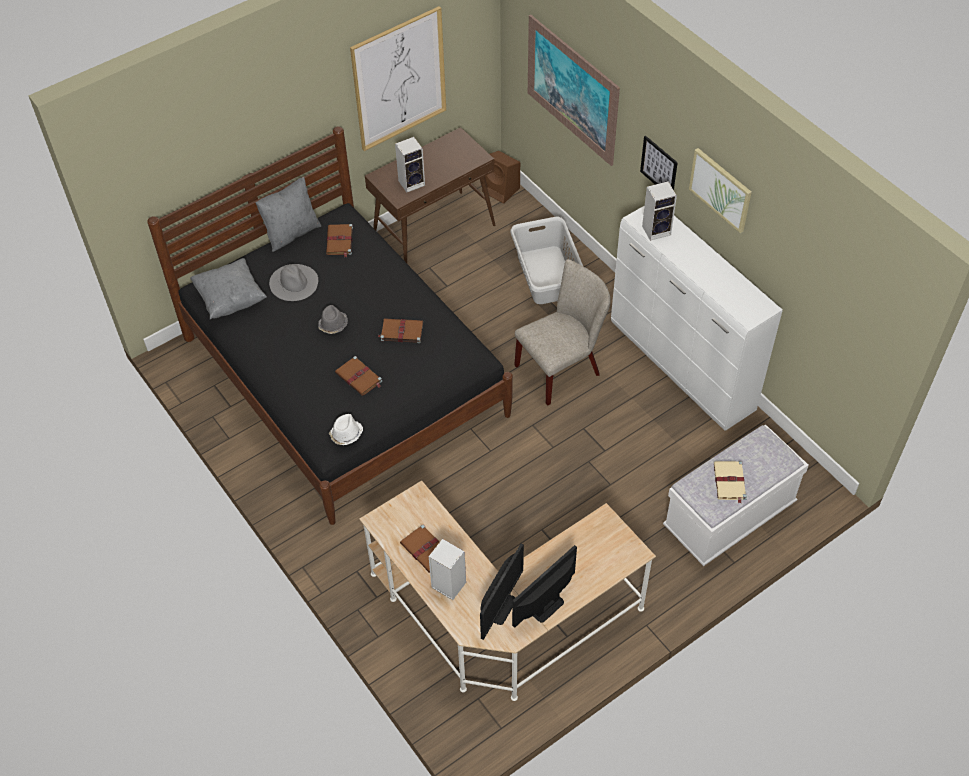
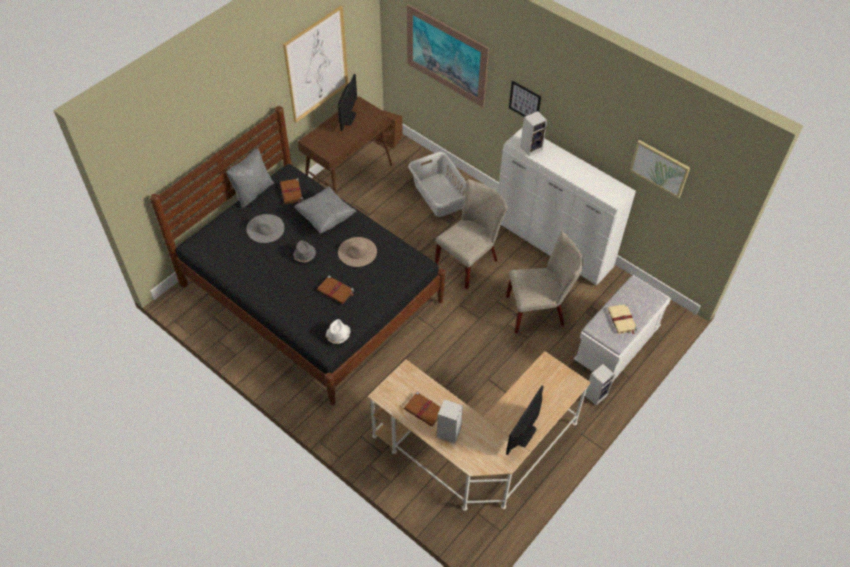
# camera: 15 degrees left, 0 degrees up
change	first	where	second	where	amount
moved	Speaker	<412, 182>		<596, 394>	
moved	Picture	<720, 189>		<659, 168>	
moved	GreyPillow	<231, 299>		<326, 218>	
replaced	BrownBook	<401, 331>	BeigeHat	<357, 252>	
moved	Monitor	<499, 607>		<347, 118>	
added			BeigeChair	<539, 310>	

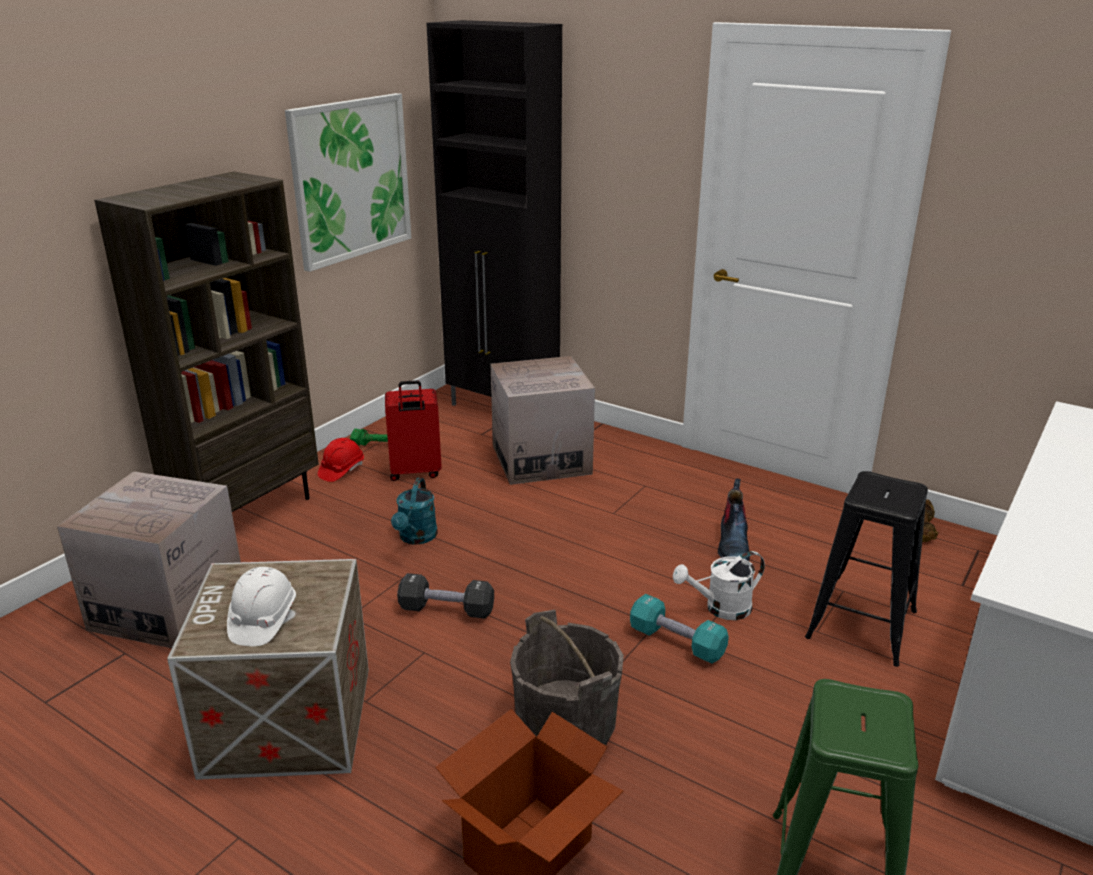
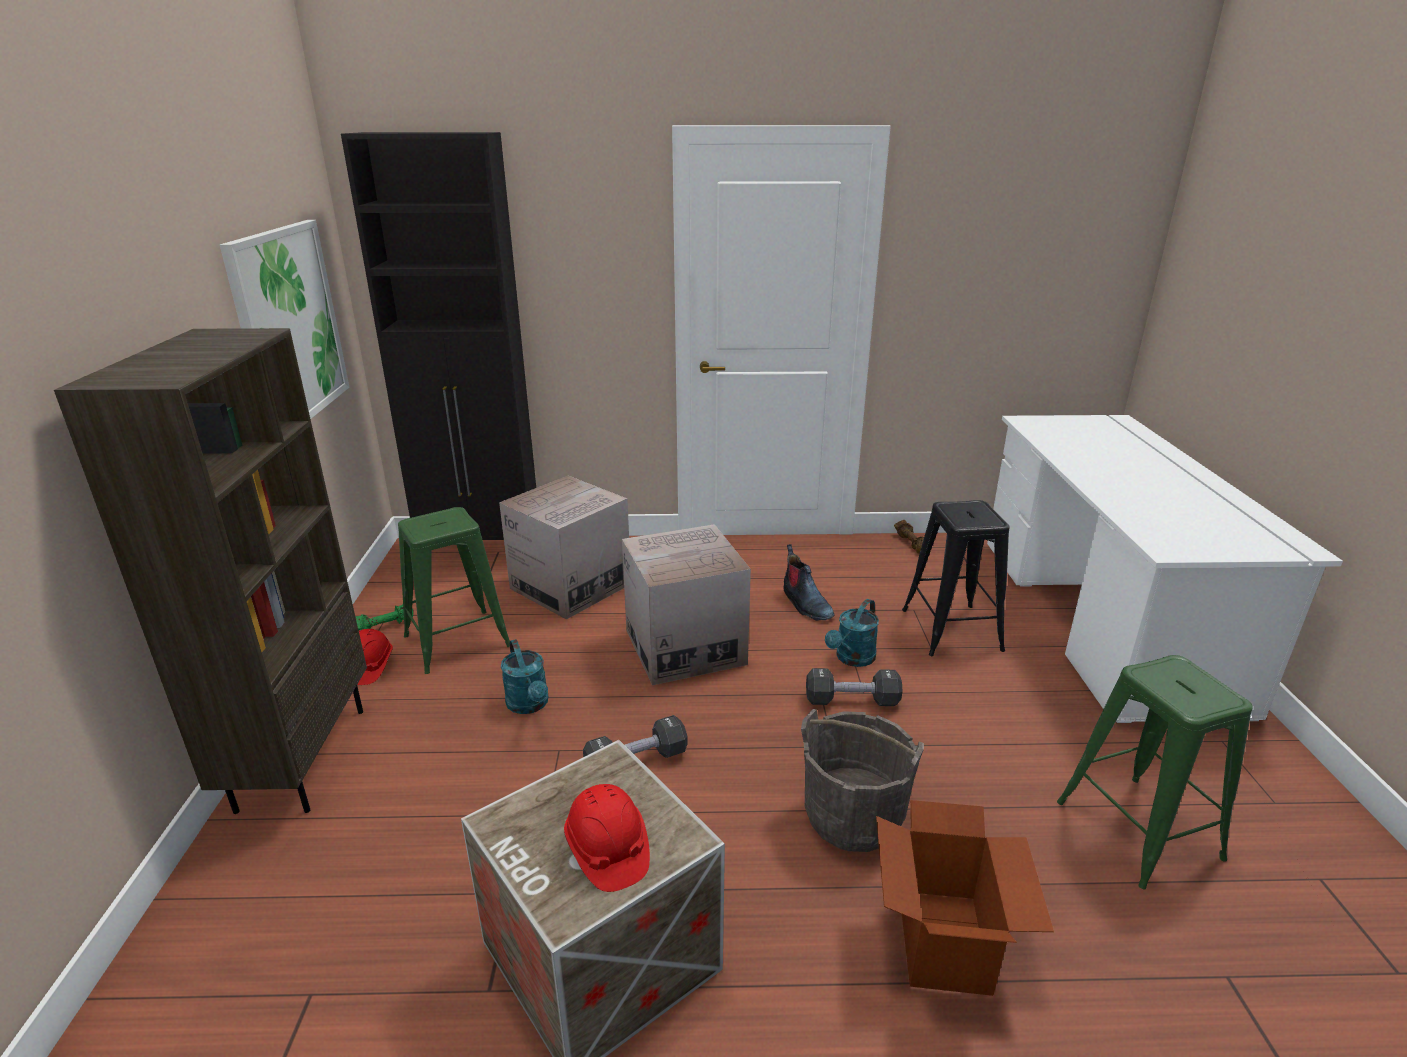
# camera: 35 degrees left, 0 degrees up
change	first	where	second	where	amount
replaced	RedSuitcase	<415, 473>	GreenStool	<457, 641>	
moved	CardboardBox	<168, 607>		<685, 647>	
recoloured	WhiteWateringCan	<720, 609>	TurquoiseWateringCan	<852, 659>	
recoloured	WhiteHardHat	<263, 620>	RedHardHat	<607, 850>	
recoloured	TurquoiseDumbbell	<677, 642>	BlackDumbbell	<852, 700>	

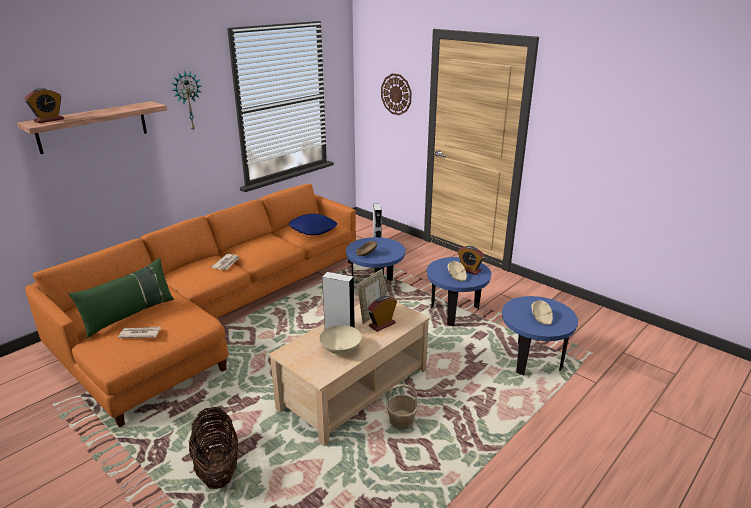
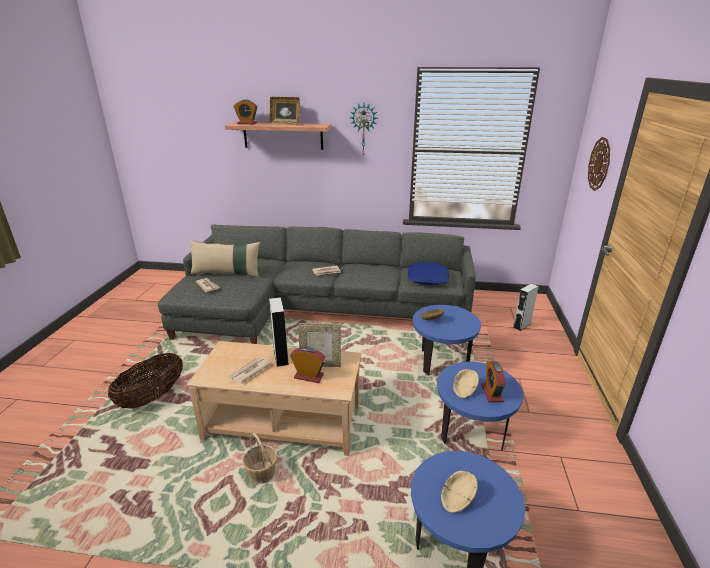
# camera: 55 degrees right, 0 degrees up
change	first	where	second	where	amount
recoloured	OrangeSofa	<213, 313>	GreySofa	<313, 308>	
recoloured	GreenPillow	<129, 315>	BeigePillow	<227, 273>	
replaced	BeigeBowl	<341, 350>	Newspaper	<249, 371>	
added			PictureFrame	<285, 123>	

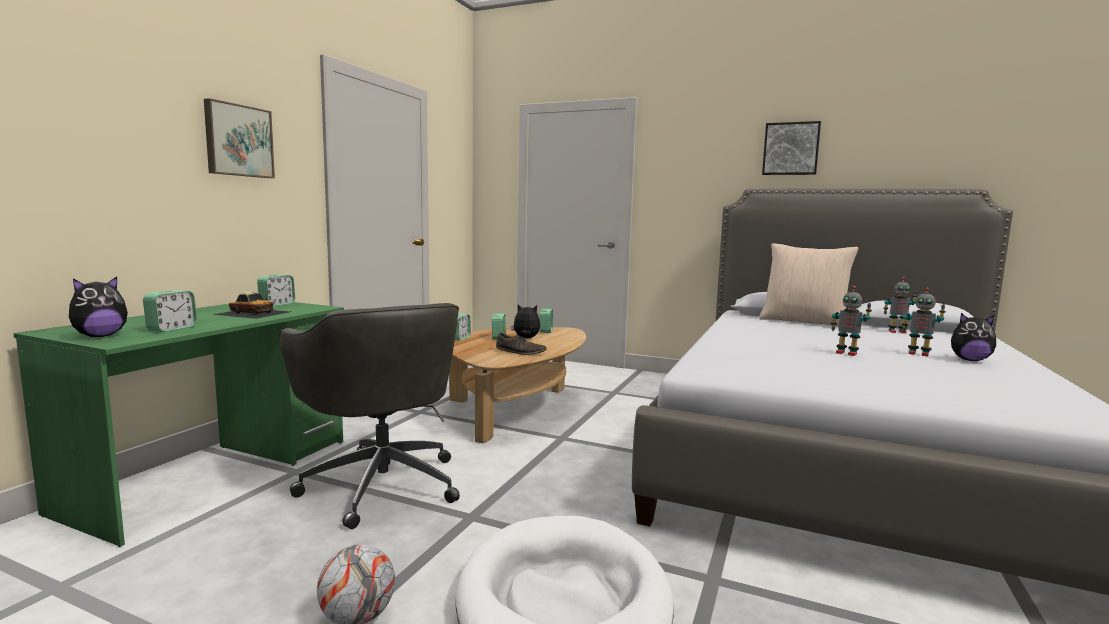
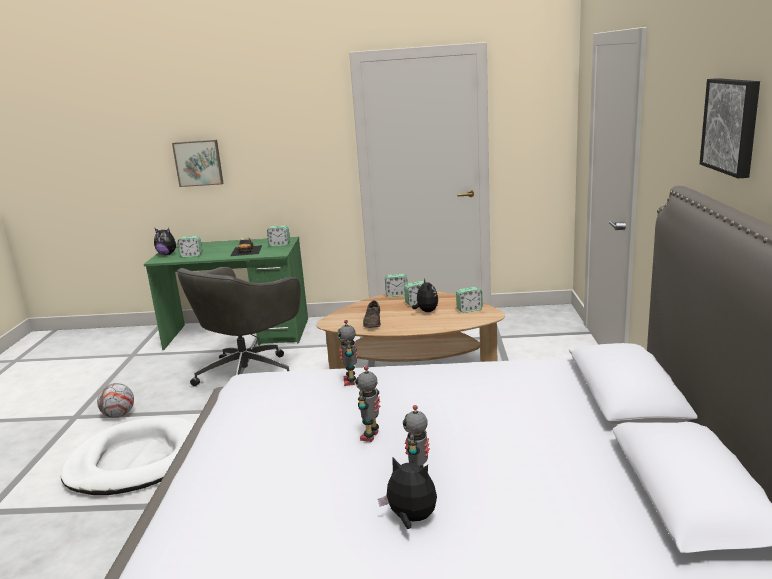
# camera: 70 degrees right, 10 degrees up
change	first	where	second	where	amount
moved	Picture	<238, 141>		<198, 163>	
removed	BeigePillow	<804, 321>			
moved	ToyRobot	<896, 332>		<350, 381>	
turned	PlushToy	<969, 360>		<411, 519>	120 degrees clockwise

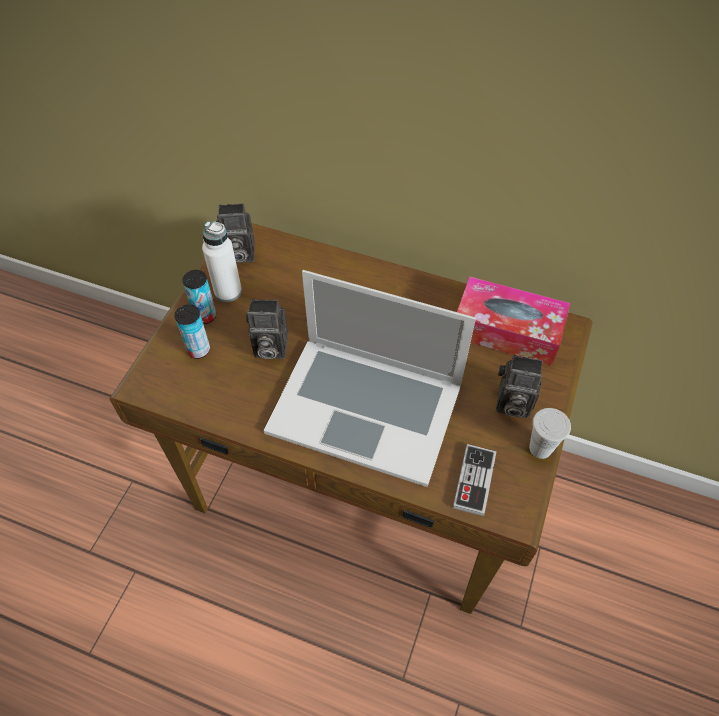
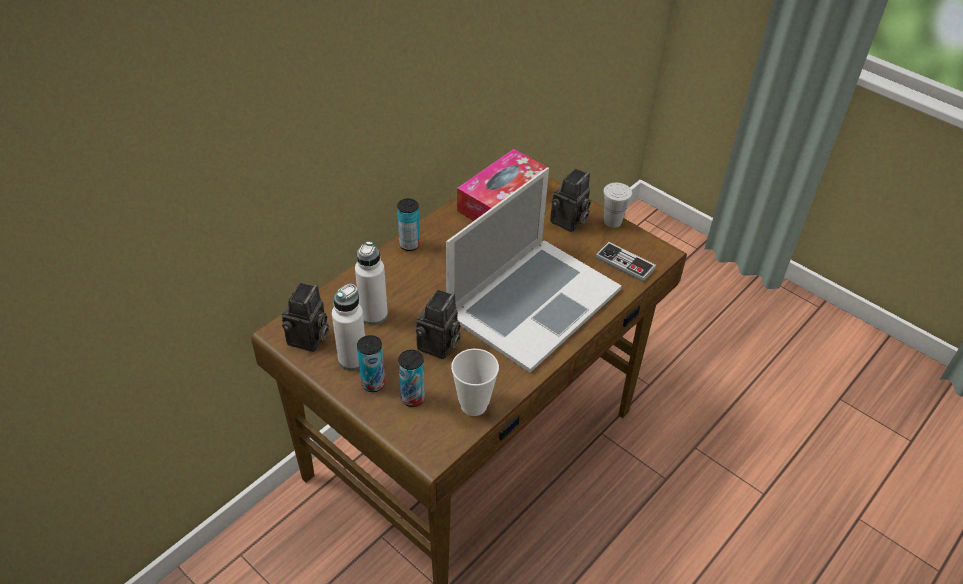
# camera: 70 degrees left, 10 degrees down
change	first	where	second	where	amount
added			Can	<409, 245>	
added			WhiteBottle	<373, 314>	
added			Cup	<474, 405>	

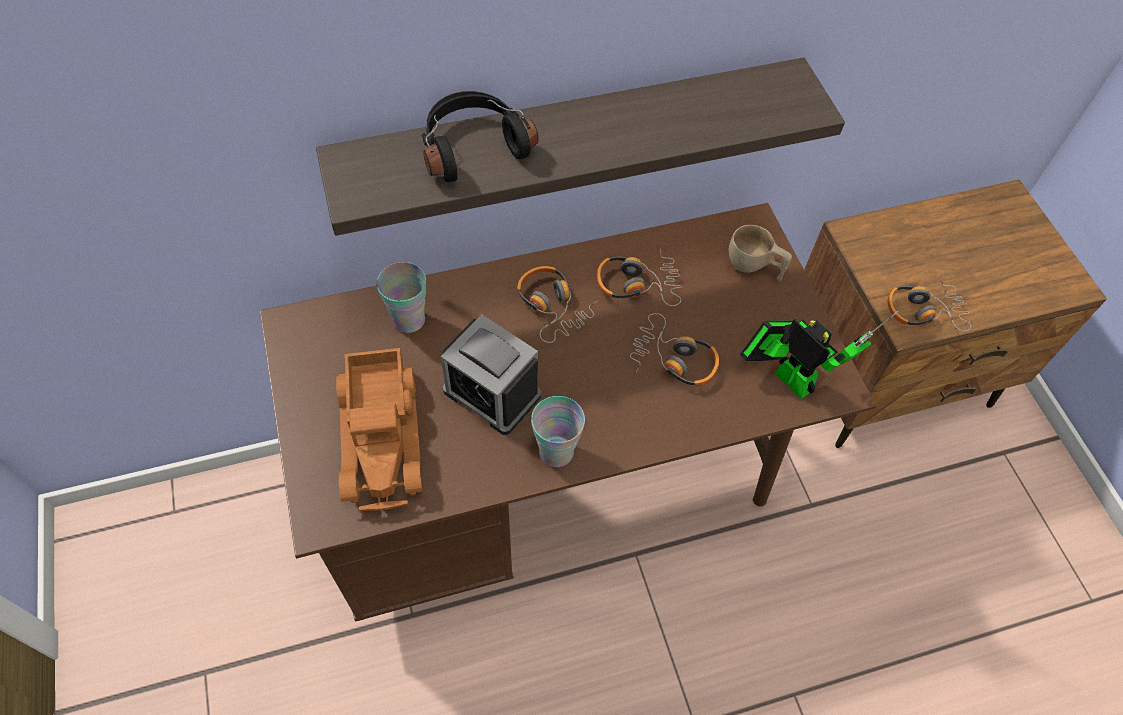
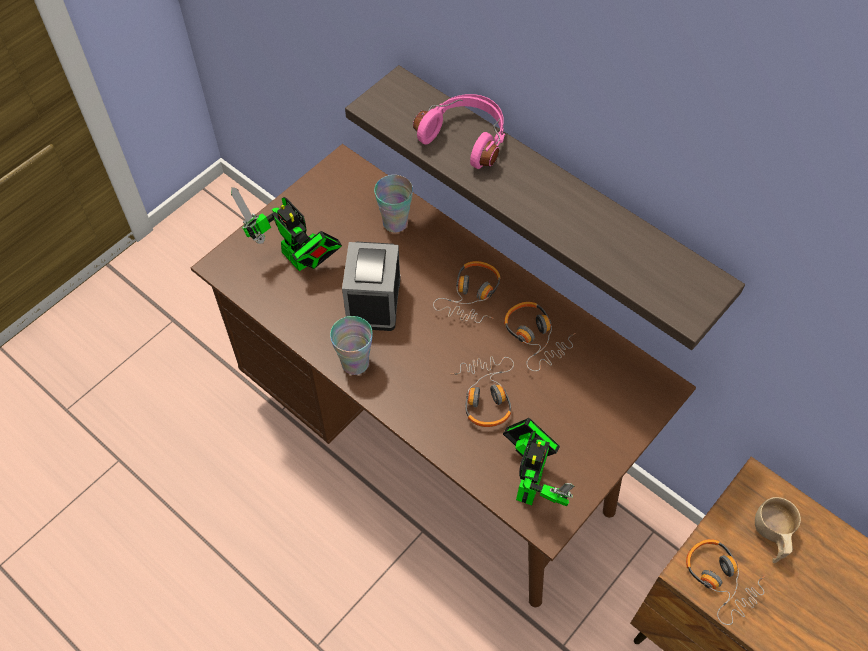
# camera: 60 degrees right, 0 degrees up
change	first	where	second	where	amount
recoloured	BlackHeadphones	<473, 146>	PinkHeadphones	<466, 137>	
moved	BeigeCup	<754, 267>		<771, 536>	
replaced	ToyTruck	<383, 435>	ToyRobot	<299, 261>	

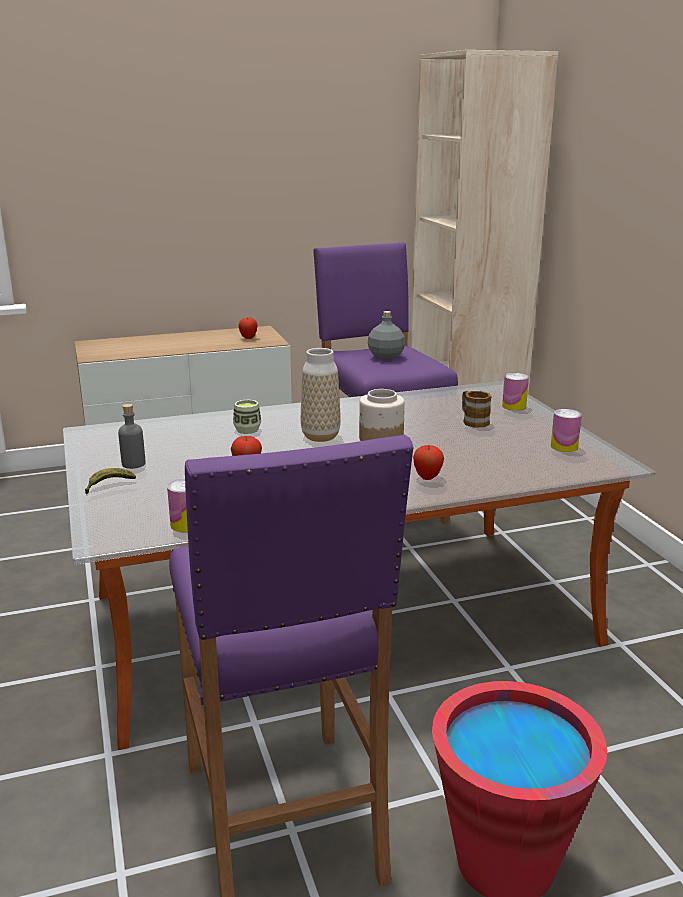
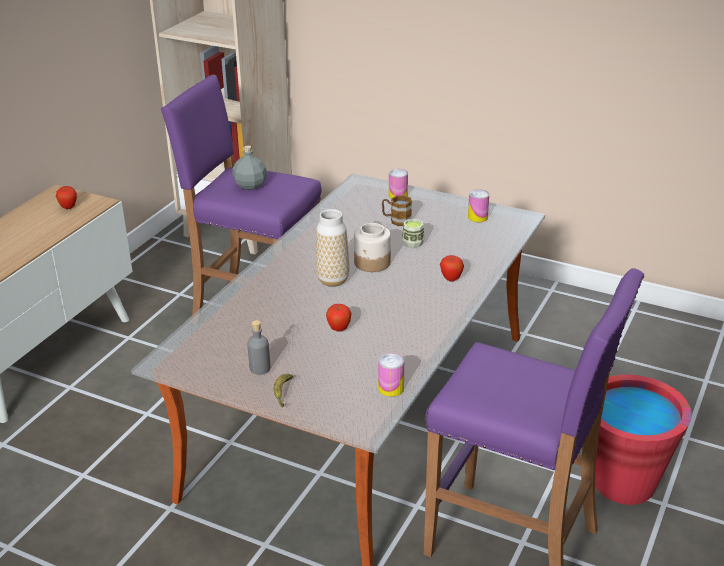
# camera: 45 degrees left, 10 degrees up
change	first	where	second	where	amount
moved	Cup	<247, 430>		<413, 243>	

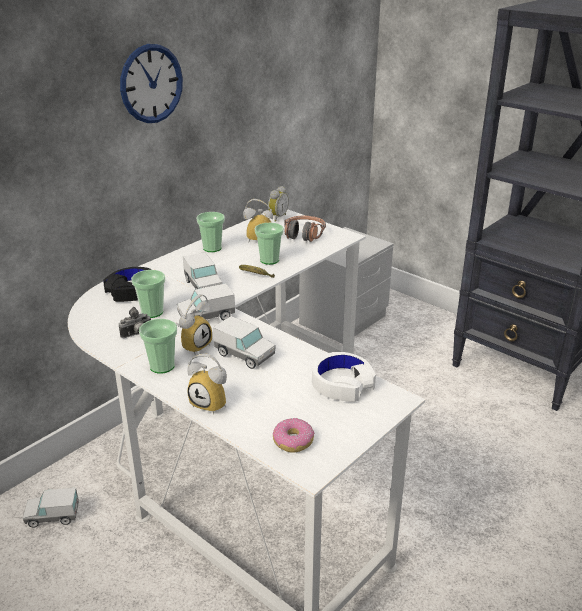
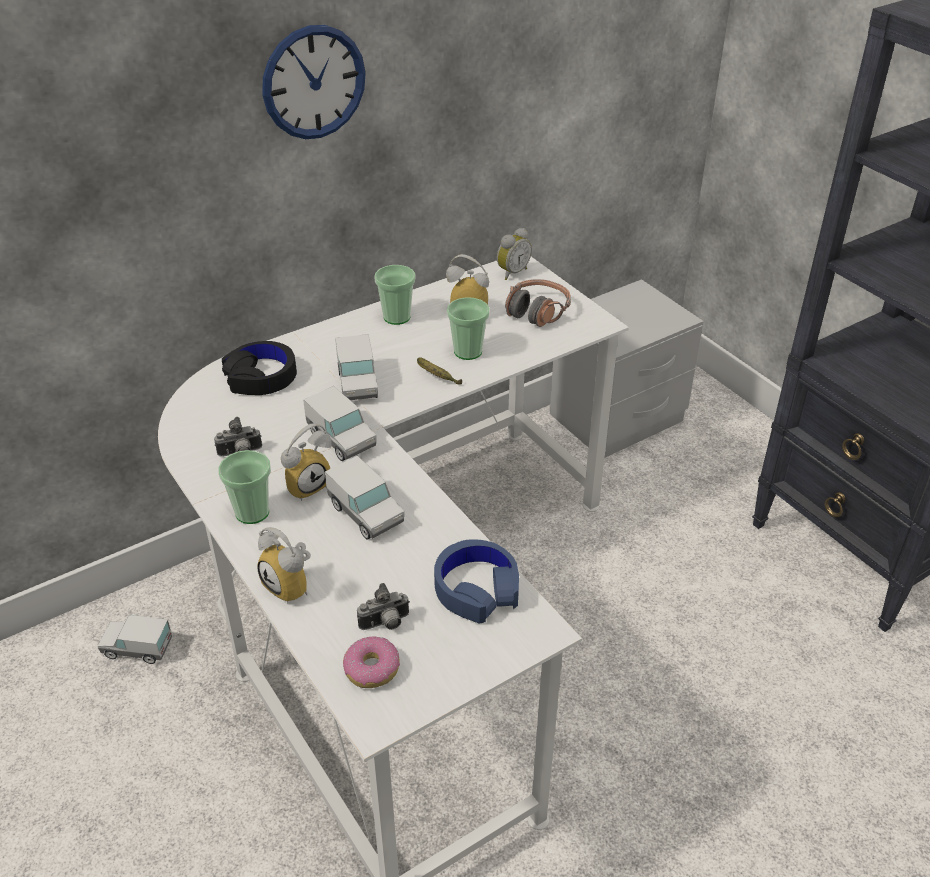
# camera: 15 degrees right, 10 degrees up
change	first	where	second	where	amount
removed	Cup	<152, 312>			
turned	ToyTruck	<206, 317>		<341, 440>	120 degrees counterclockwise
recoloured	WhiteHeadphones	<342, 384>	BlueHeadphones	<477, 589>	
added			PhotoCamera	<385, 624>	

